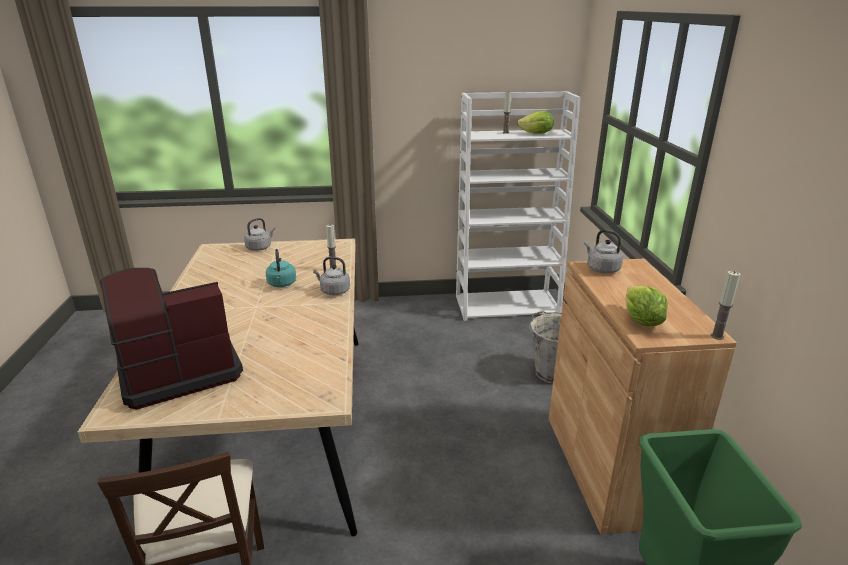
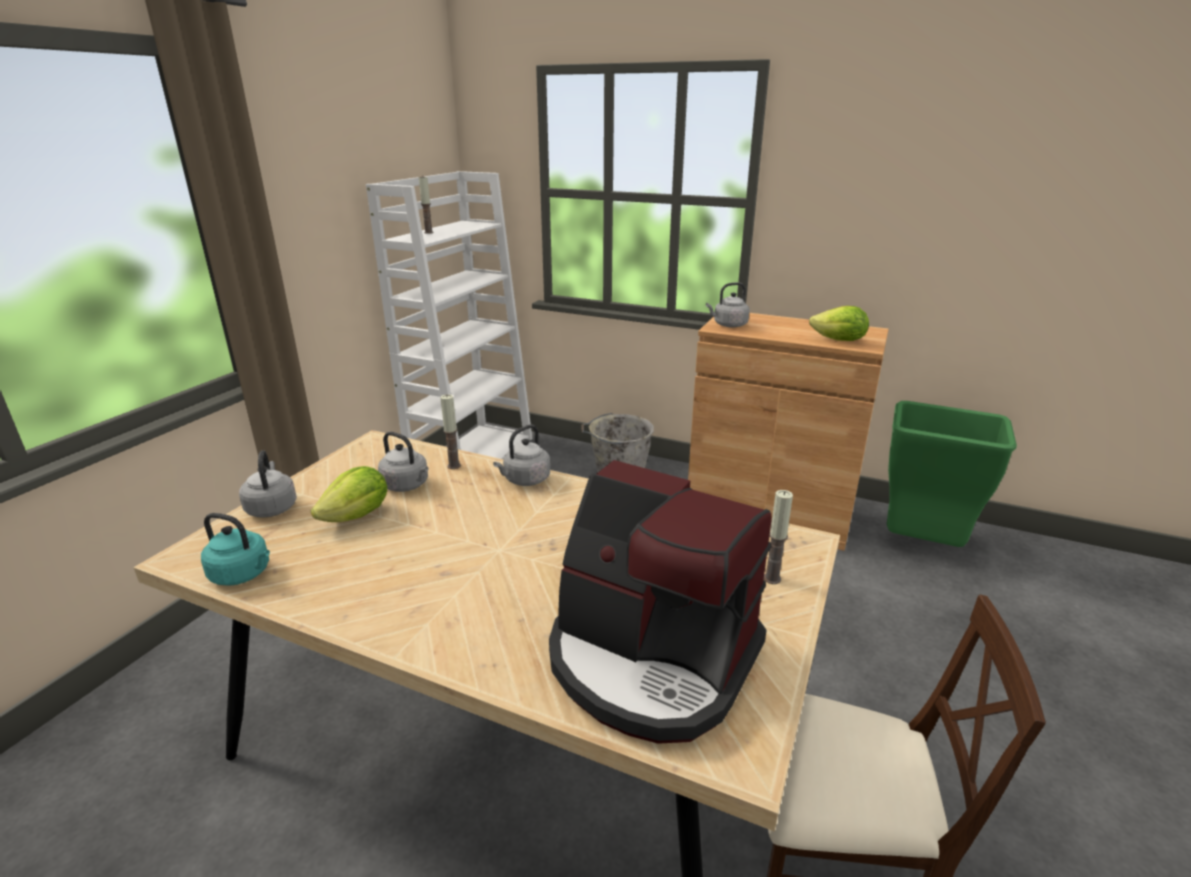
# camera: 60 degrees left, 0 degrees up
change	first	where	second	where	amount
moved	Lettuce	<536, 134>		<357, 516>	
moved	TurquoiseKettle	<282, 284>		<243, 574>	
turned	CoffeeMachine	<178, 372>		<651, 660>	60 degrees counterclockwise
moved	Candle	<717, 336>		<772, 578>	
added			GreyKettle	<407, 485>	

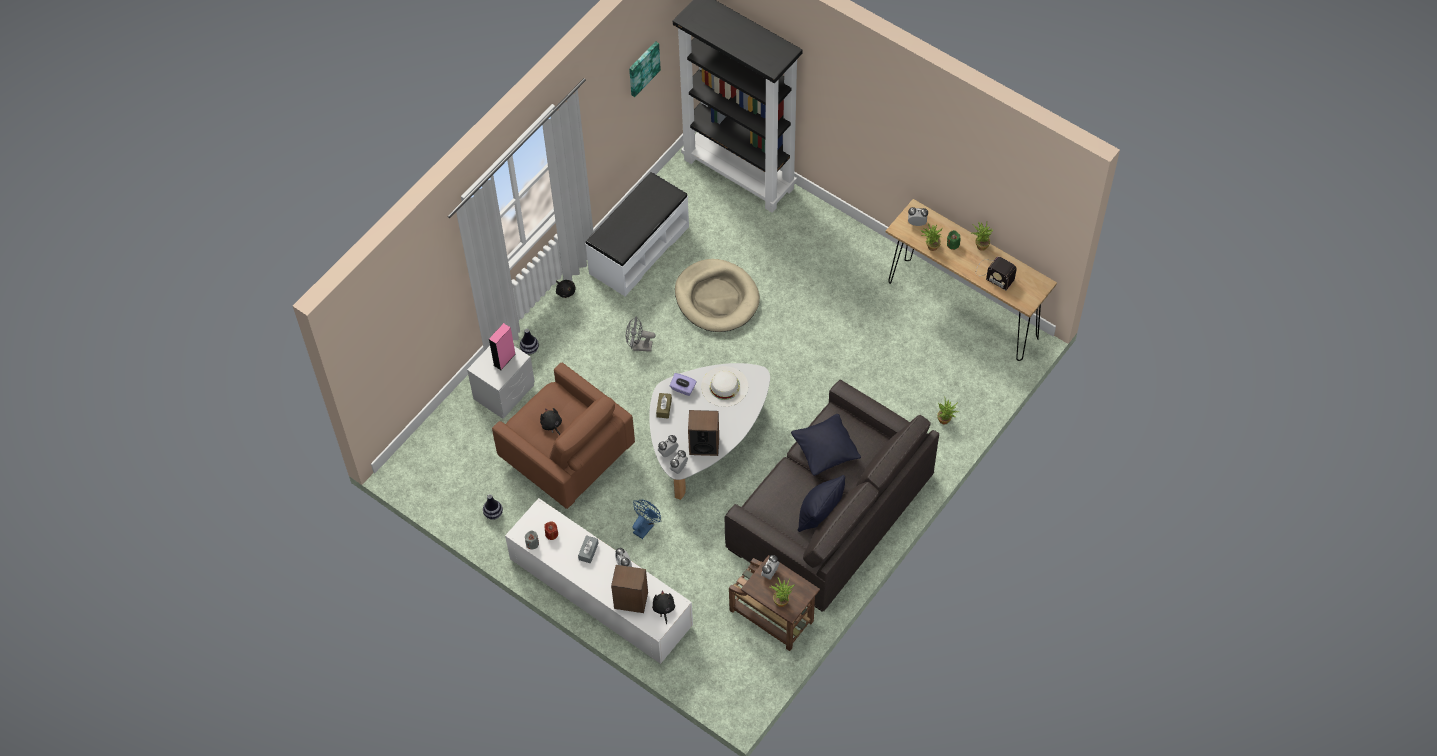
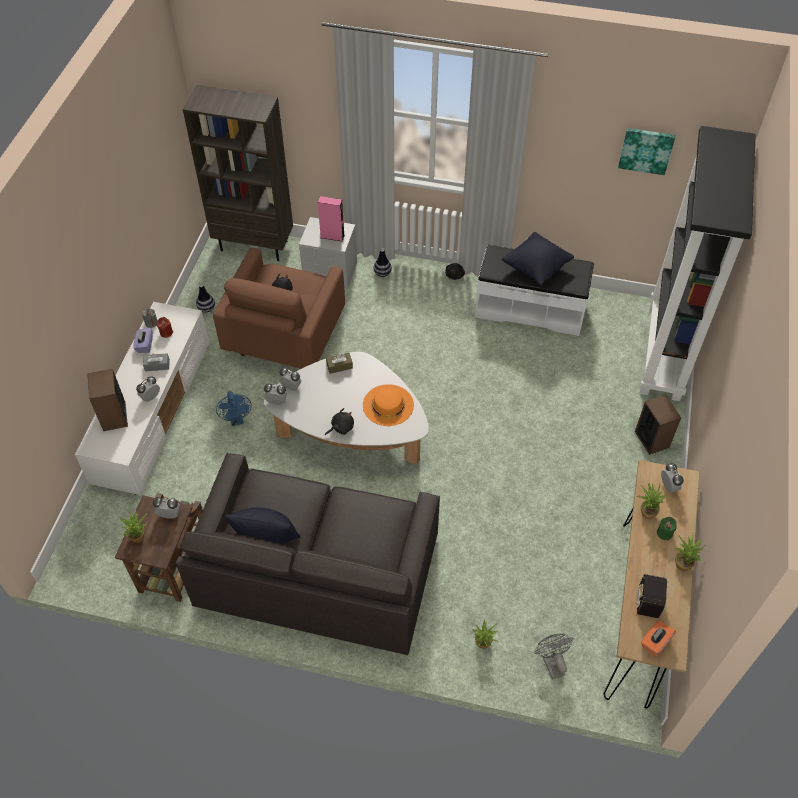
# camera: 65 degrees right, 5 degrees down
change	first	where	second	where	amount
removed	BeigeDogBed	<717, 298>			
moved	GreyFan	<639, 346>		<551, 662>	
recoloured	WhiteHat	<724, 386>	OrangeHat	<388, 405>	
moved	PurpleTissueBox	<683, 389>		<144, 345>	
moved	Speaker	<704, 445>		<652, 439>	
moved	BlackPillow	<825, 452>		<536, 268>	
turned	BlueFan	<645, 526>		<237, 420>	60 degrees clockwise
moved	BlackPlushToy	<663, 609>		<341, 427>	
added			BrownBookcase	<255, 245>	
added			OrangeTissueBox	<655, 642>	

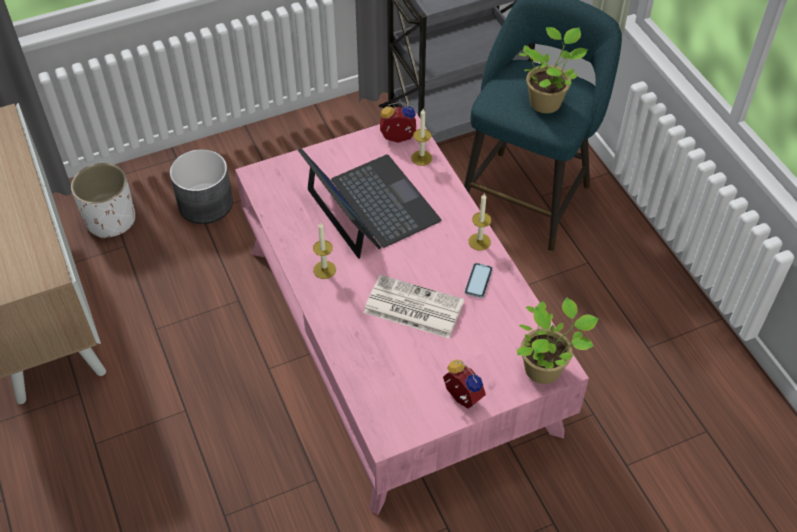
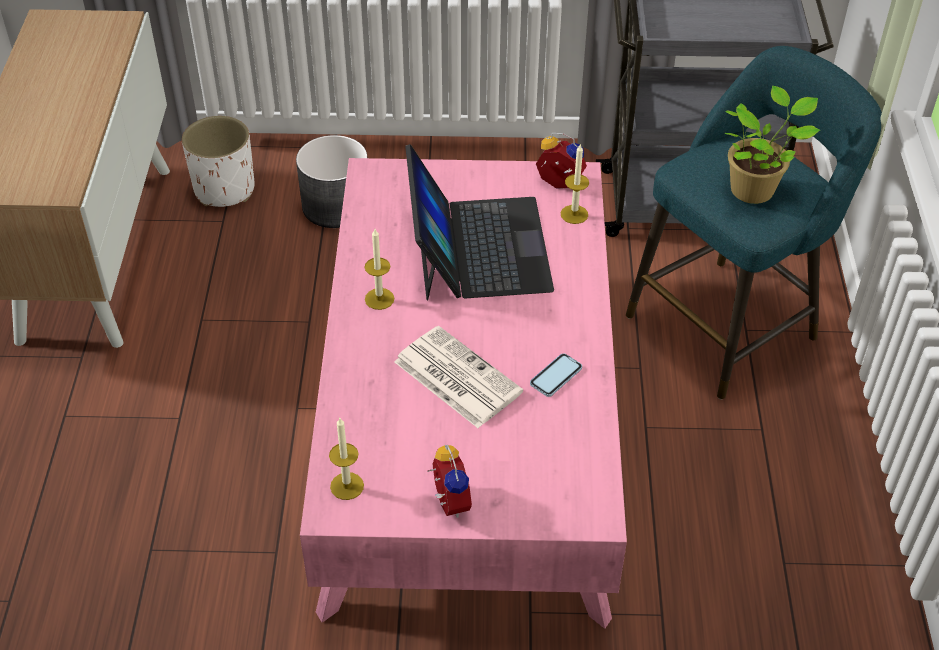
# camera: 25 degrees right, 5 degrees down
change	first	where	second	where	amount
moved	Candle	<479, 241>		<347, 486>	
removed	PottedPlant	<545, 368>			

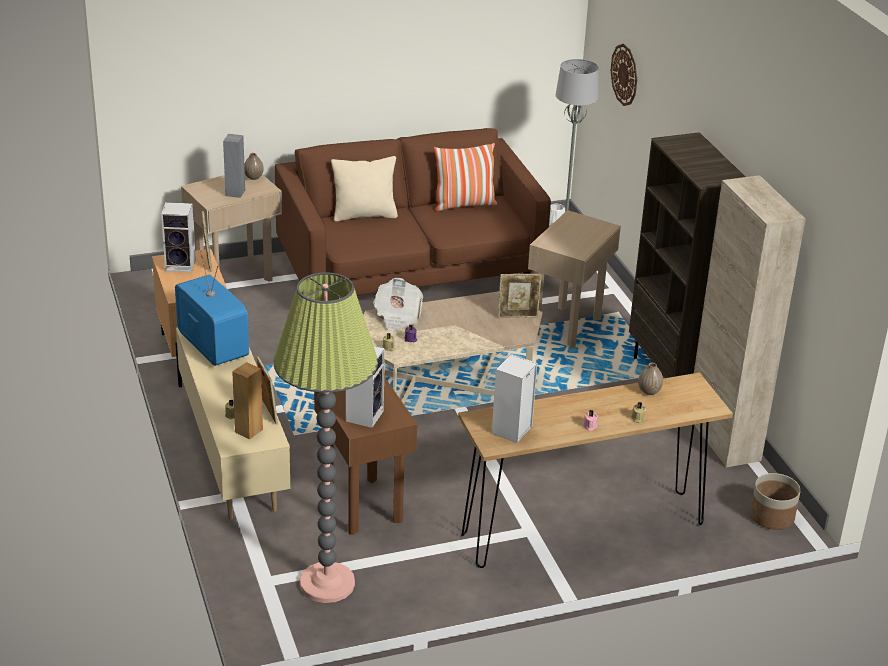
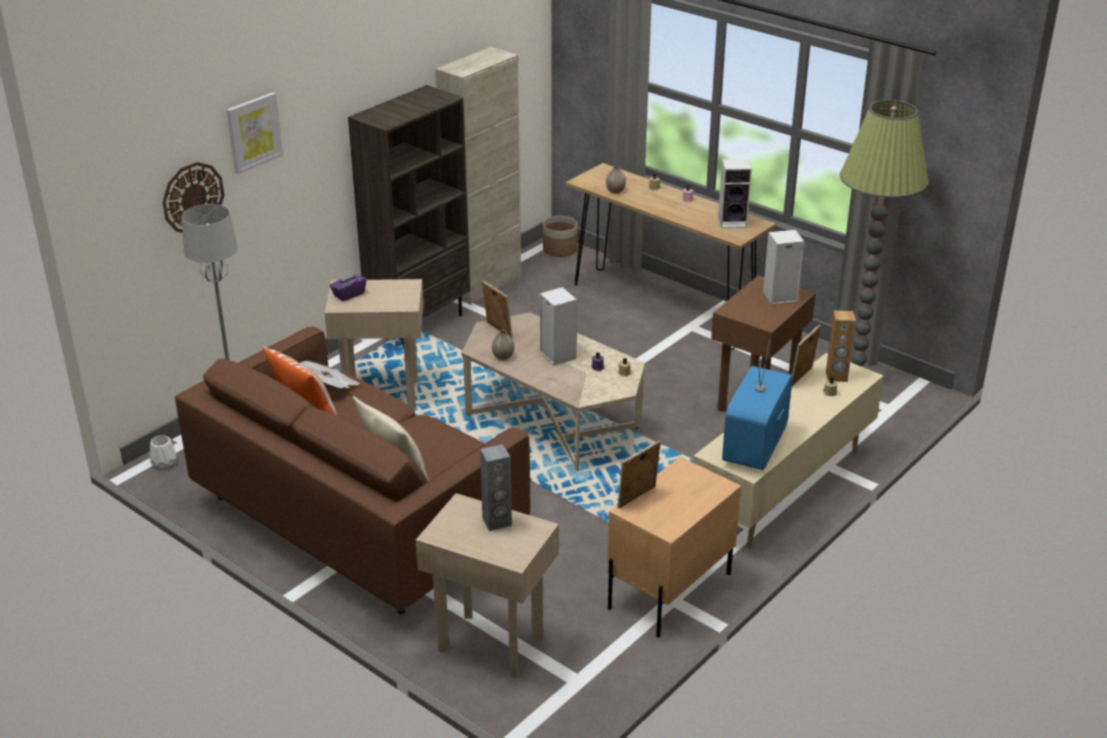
# camera: 120 degrees left, 0 degrees up
change	first	where	second	where	amount
moved	Vase	<253, 177>		<503, 357>	
moved	Speaker	<181, 265>		<556, 355>	
moved	Newspaper	<397, 317>		<330, 388>	
added			Picture	<254, 132>	
added			PurpleTissueBox	<348, 294>	

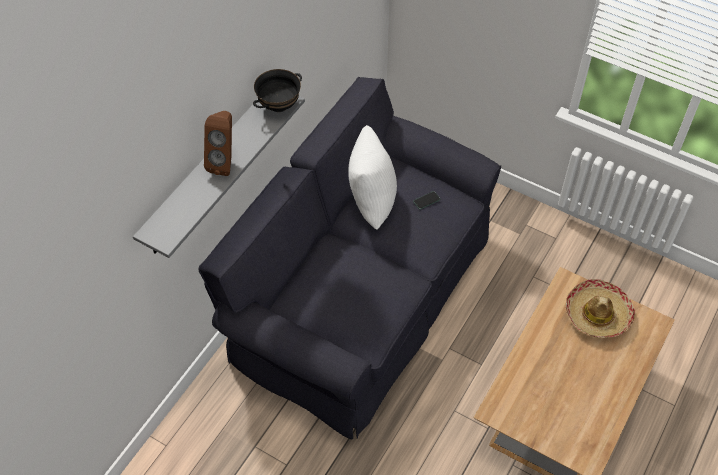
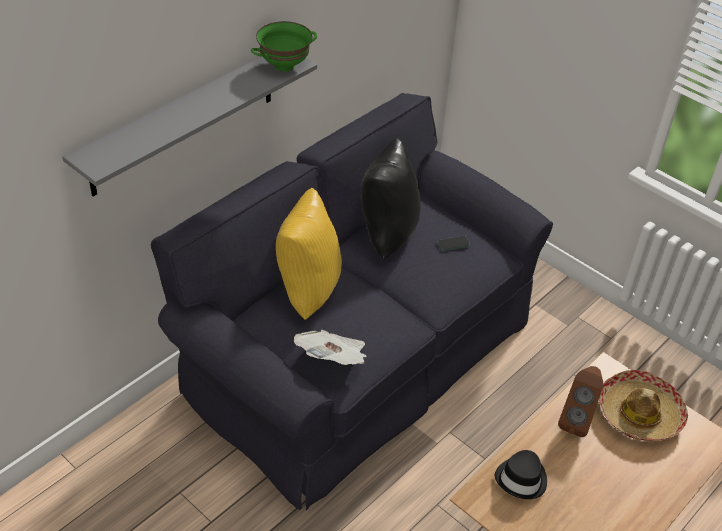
# camera: 10 degrees right, 10 degrees down
change	first	where	second	where	amount
recoloured	BlackBowl	<279, 105>	GreenBowl	<284, 65>	
moved	BrownSpeaker	<224, 162>		<576, 420>	
recoloured	WhitePillow	<370, 202>	BlackPillow	<386, 234>	
added			YellowPillow	<307, 290>	
added			Newspaper	<333, 360>	
added			BlackHat	<522, 479>	

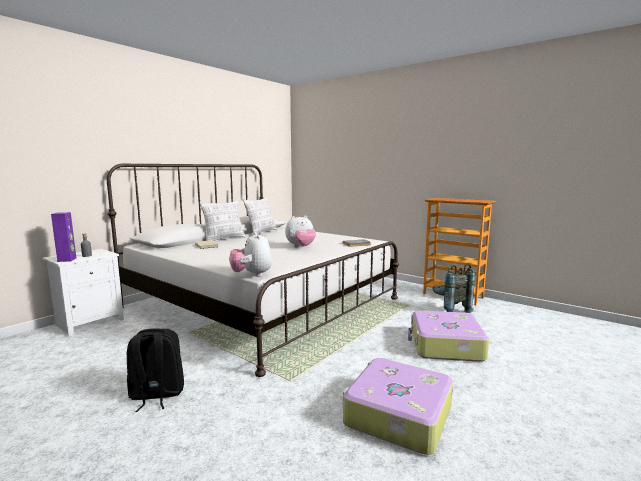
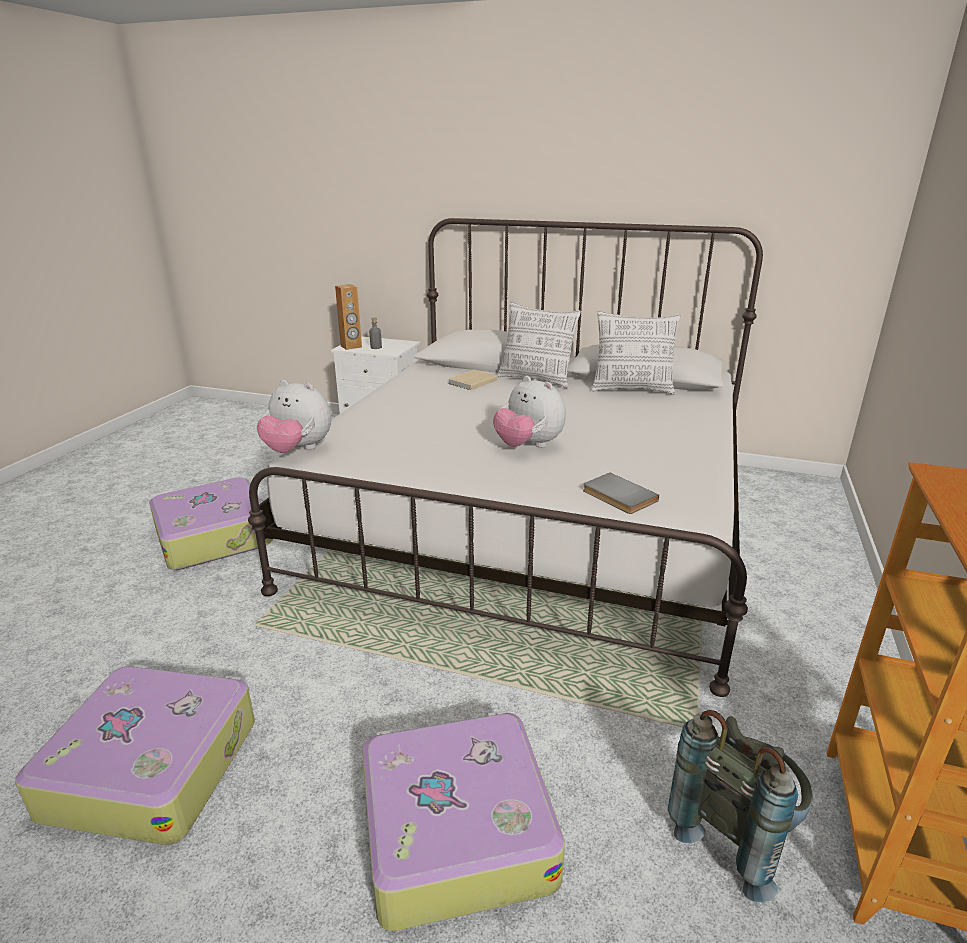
# camera: 70 degrees right, 15 degrees up
change	first	where	second	where	amount
recoloured	PurpleSpeaker	<67, 260>	BrownSpeaker	<351, 347>	
turned	PlushToy	<252, 275>		<298, 450>	120 degrees counterclockwise
replaced	BlackBackpack	<156, 395>	Suitcase	<215, 536>	

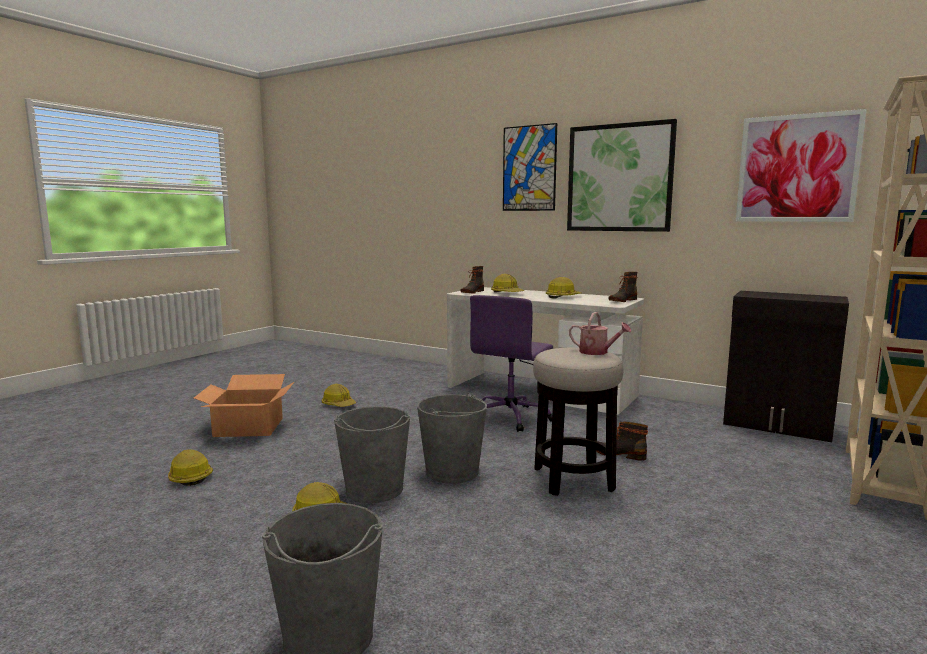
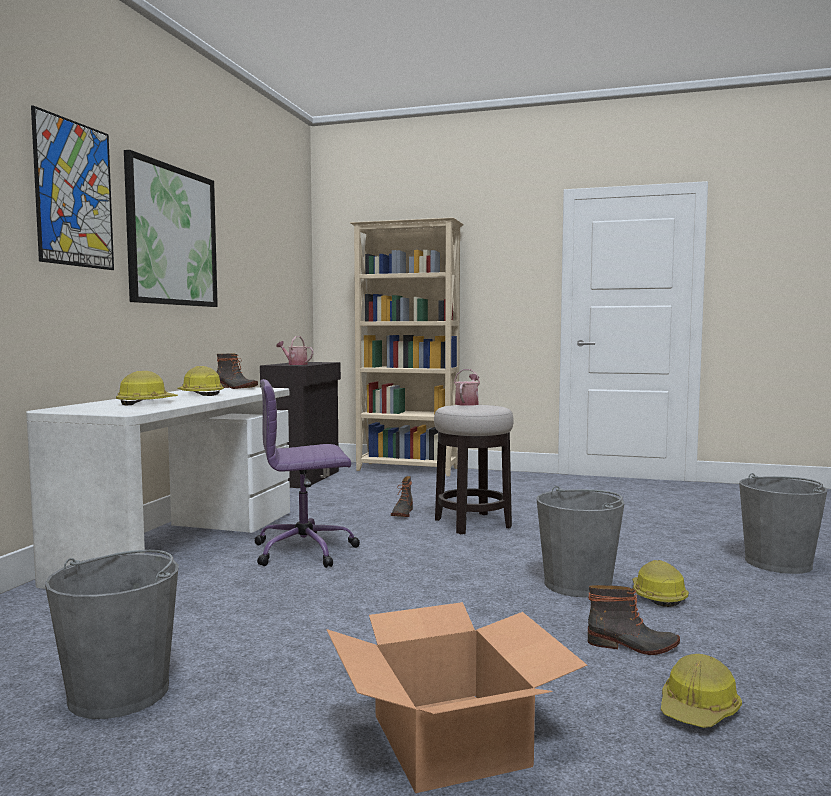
# camera: 105 degrees left, 5 degrees down
change	first	where	second	where	amount
removed	Picture	<797, 168>			
moved	Boot	<472, 292>		<632, 646>	
turned	PurpleOfficeChair	<511, 417>		<306, 550>	150 degrees clockwise
removed	HardHat	<338, 404>			
moved	GreyBucket	<452, 472>		<120, 692>	
added			WateringCan	<295, 364>	

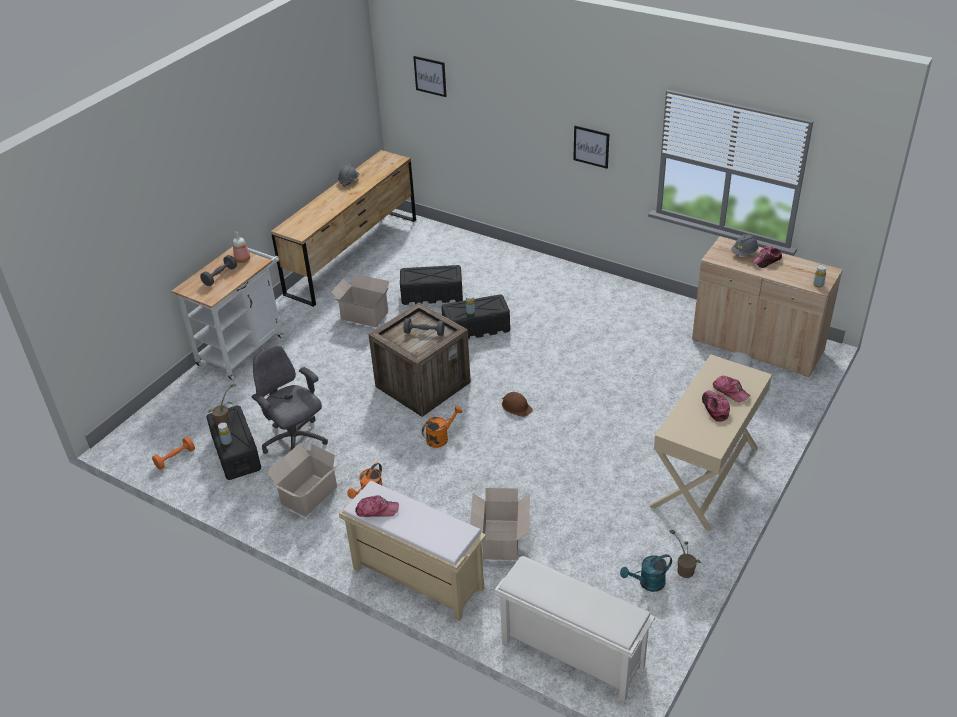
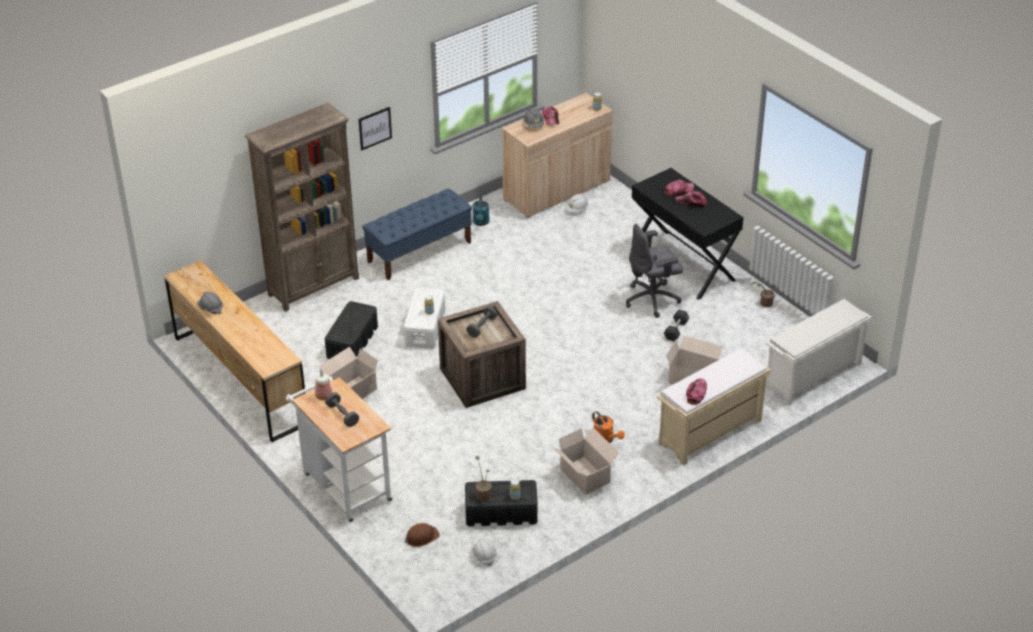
# camera: 70 degrees left, 0 degrees up
change	first	where	second	where	amount
removed	Picture	<430, 76>			
recoloured	BlackStorageBox	<476, 328>	WhiteStorageBox	<425, 327>	
moved	GreyOfficeChair	<295, 442>		<653, 299>	
recoloured	BeigeDesk	<705, 477>	BlackDesk	<683, 264>	
moved	BrownHardHat	<516, 407>		<421, 537>	
removed	OrangeWateringCan	<440, 438>			
replaced	OrangeDumbbell	<175, 458>	WhiteHardHat	<484, 556>	
moved	TurquoiseWateringCan	<647, 583>		<481, 222>	
added			BrownBookcase	<314, 286>	
added			BlueBench	<419, 252>	
added			BlackDumbbell	<676, 330>	

